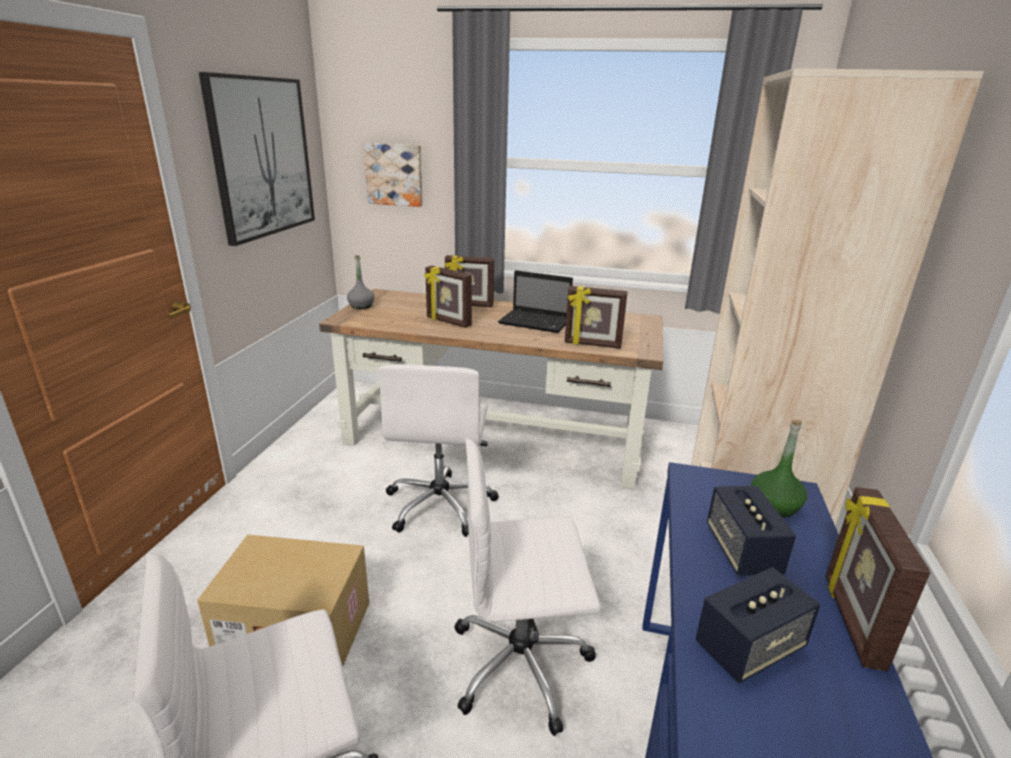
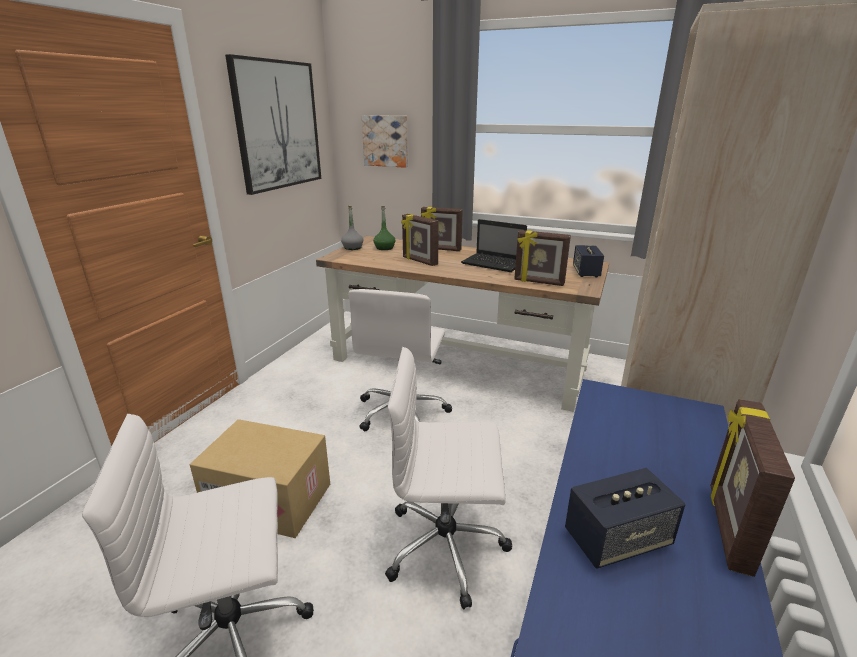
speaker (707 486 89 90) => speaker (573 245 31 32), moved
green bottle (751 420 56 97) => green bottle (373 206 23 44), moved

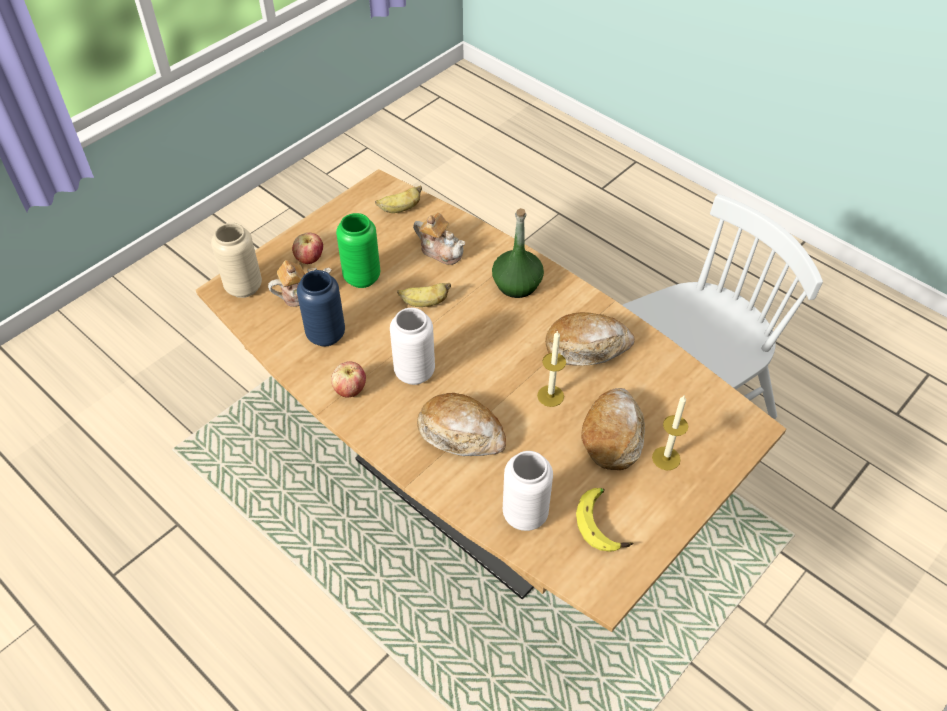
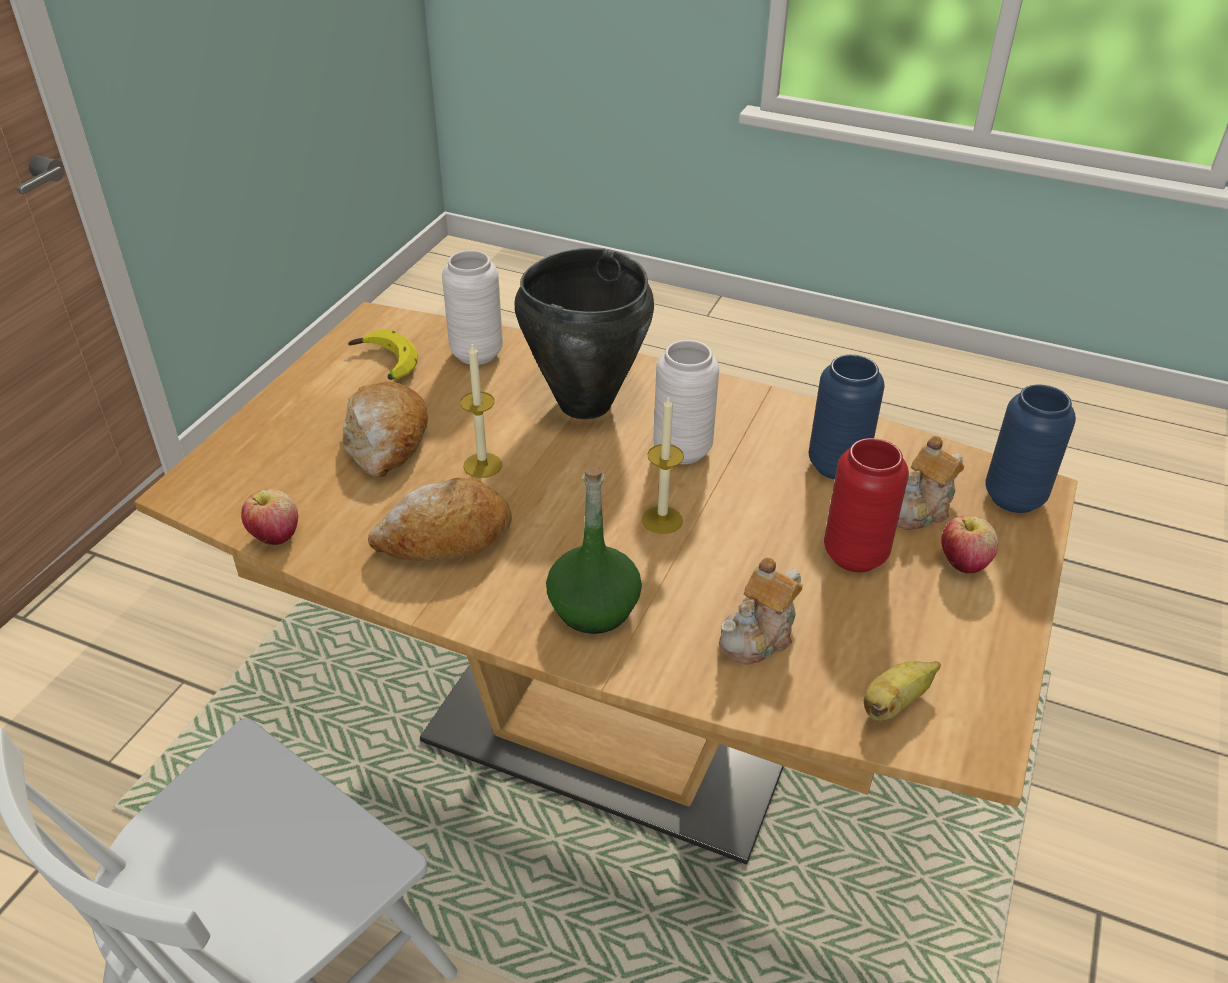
beige vase (211 223 51 75) => blue vase (985 384 91 129)
apple (331 361 35 37) => apple (241 489 57 56), moved
green vase (336 213 44 75) => red vase (824 438 85 134)
banana (397 282 54 25) => nothing
teapot (413 212 52 53) => teapot (719 557 84 108), 60 degrees counterclockwise
bread (417 393 89 63) => black cooking pot (514 248 140 171)
candle (652 396 36 74) => candle (642 396 42 138), moved

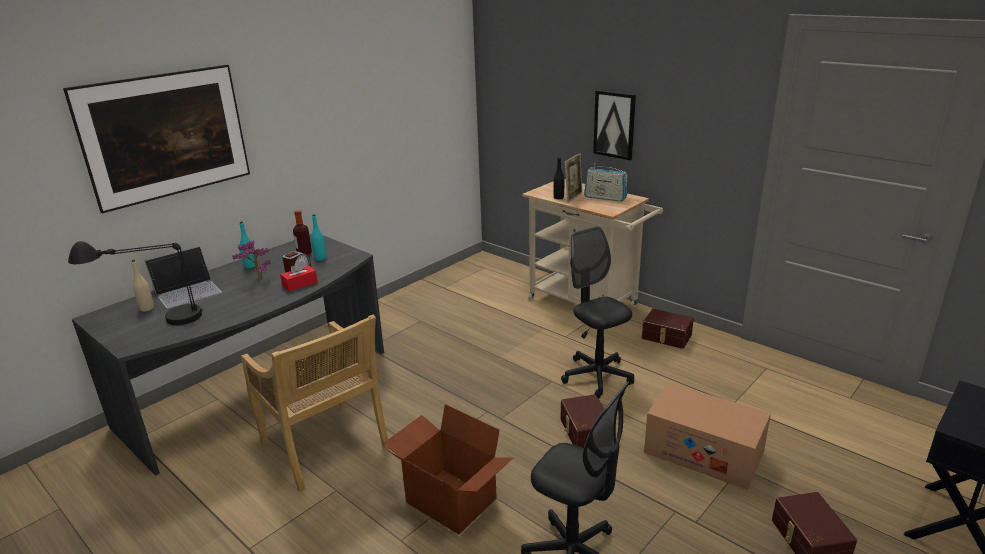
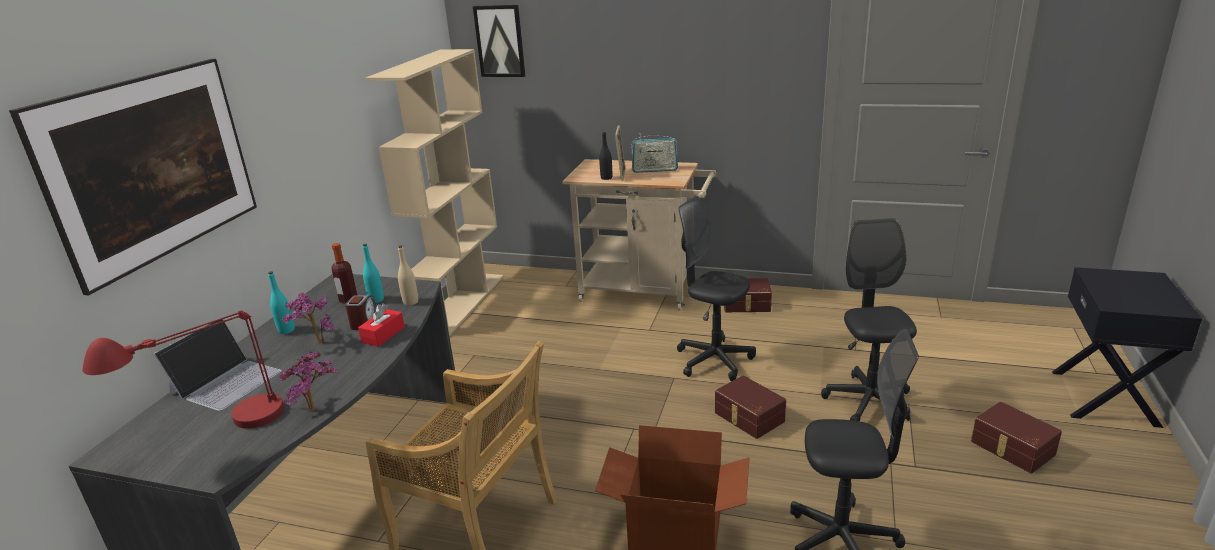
black table lamp (68 241 134 84) => red table lamp (83 311 201 118)
beige bottle (131 260 23 52) => beige bottle (398 245 20 61), moved
picture (593 90 43 70) => picture (473 5 52 72), moved
cardboard box (644 383 127 107) => black office chair (821 218 96 203)
nothing => potted plant (279 351 58 60)
nothing => beige bookcase (365 49 139 287)

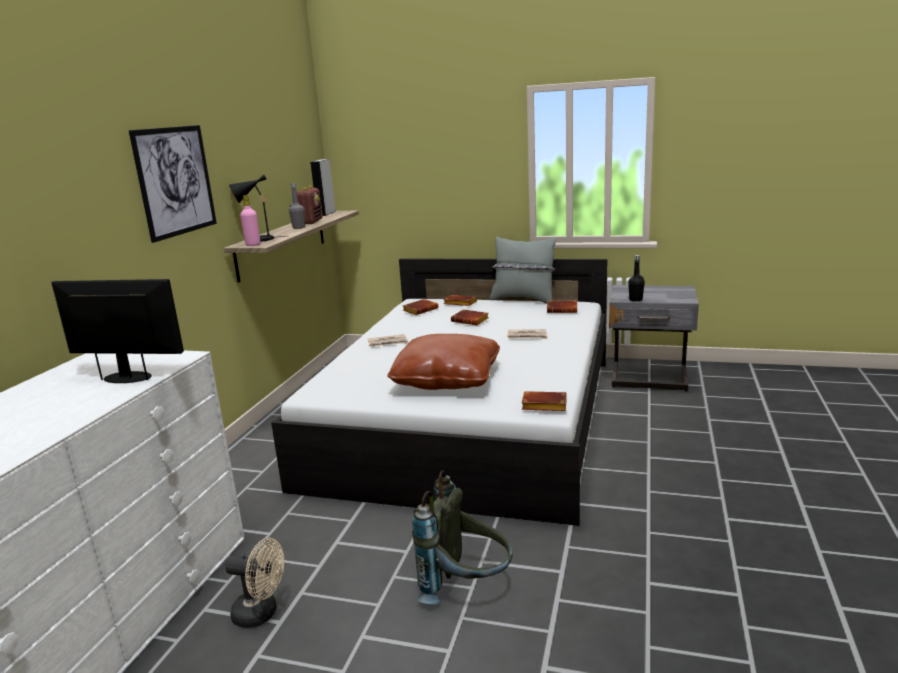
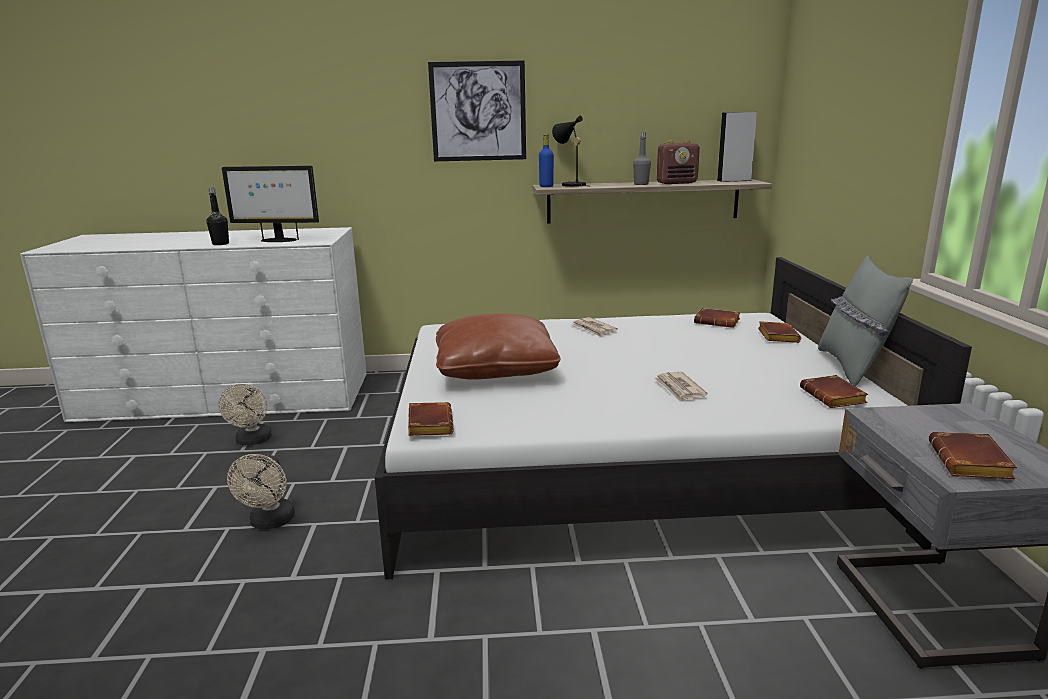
monitor (51 279 133 104) => monitor (222 166 97 76), 105 degrees clockwise
pink bottle (240 195 20 51) => blue bottle (539 134 15 53)
grey backpack (412 470 101 134) => beige fan (227 454 68 75)
brown book (451 309 38 16) => brown book (929 432 88 47), moved
black bottle (628 255 17 47) => black bottle (207 187 22 58), moved

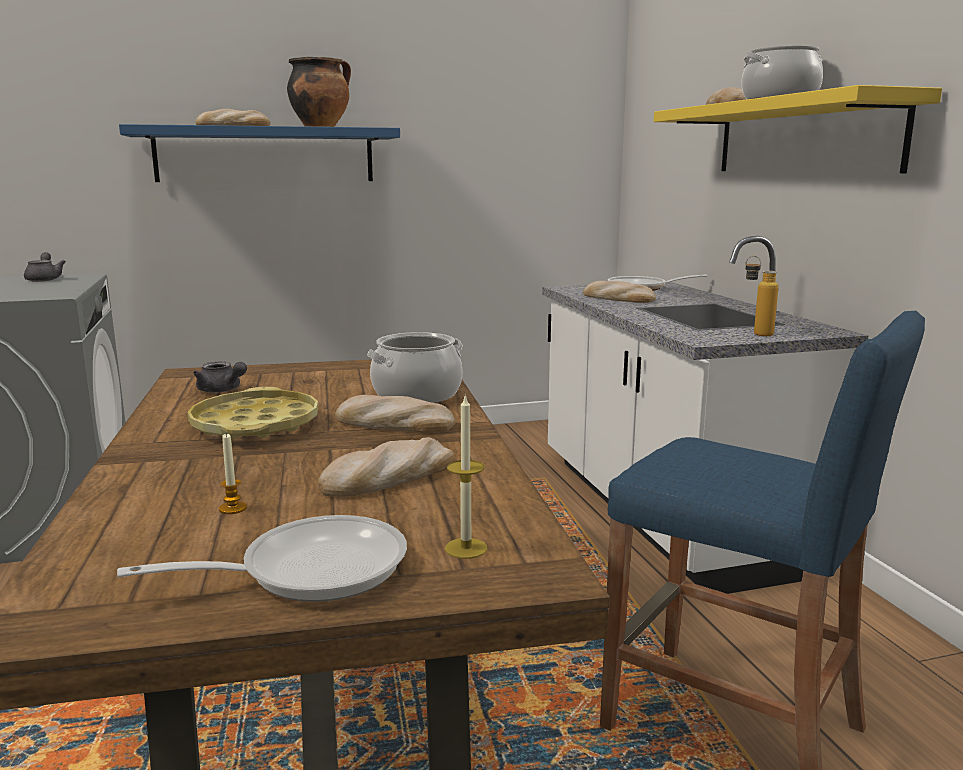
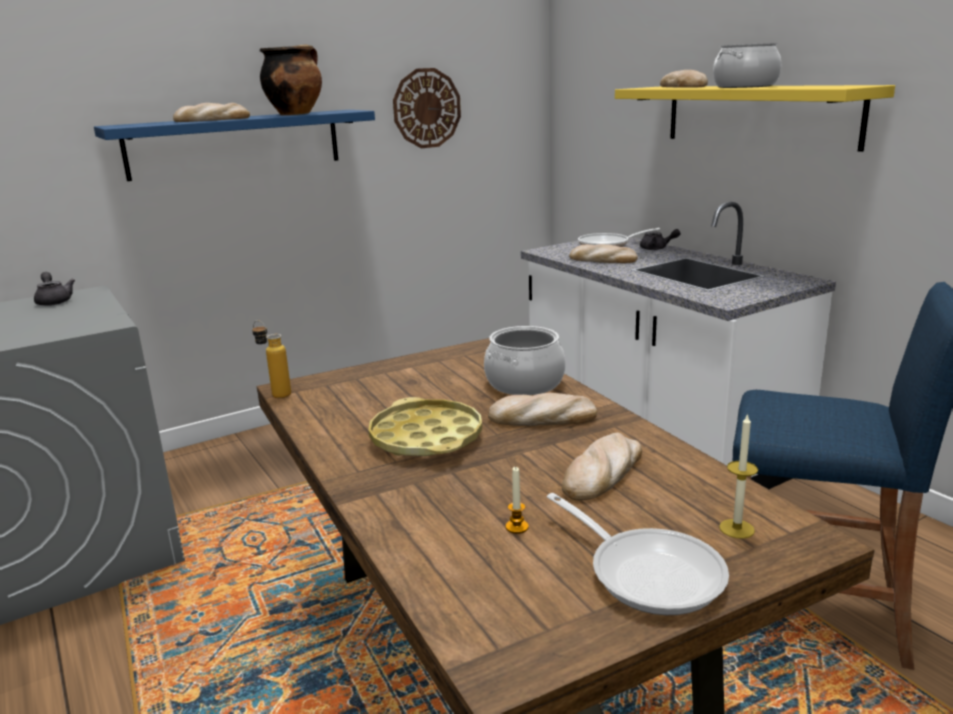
frying pan (117 515 290 87) => frying pan (547 493 182 122), 90 degrees clockwise
grey teapot (193 362 54 31) => grey teapot (640 229 40 21), moved
bottle (745 256 34 80) => bottle (252 320 39 78), moved
nothing => wall clock (393 68 68 80)

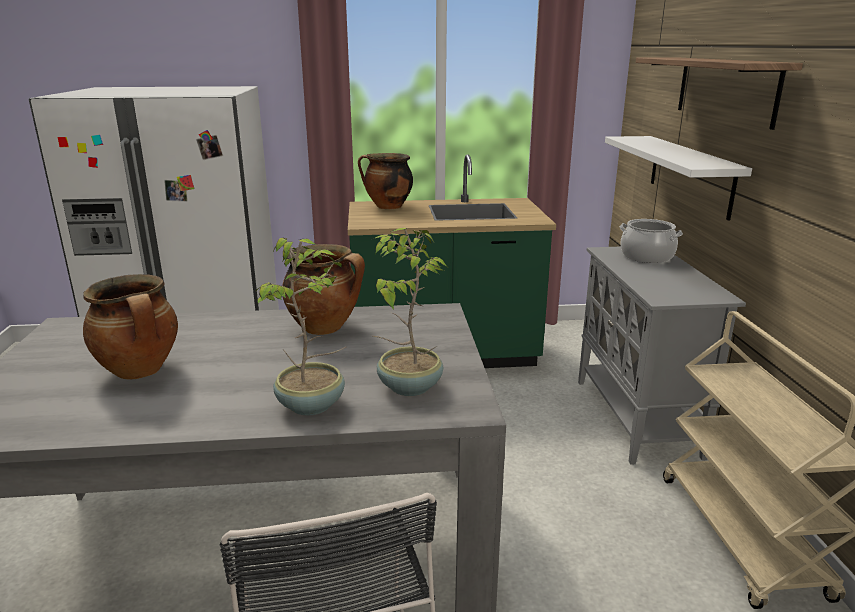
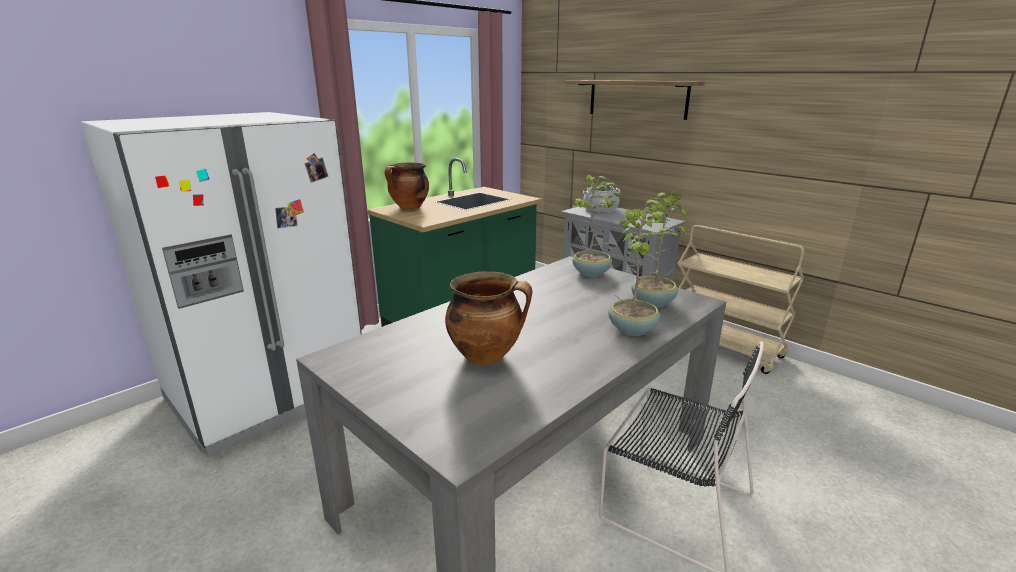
cooking pot (282 244 83 91) => nothing
white shelf (605 136 147 85) => nothing
nothing => potted plant (572 175 47 102)

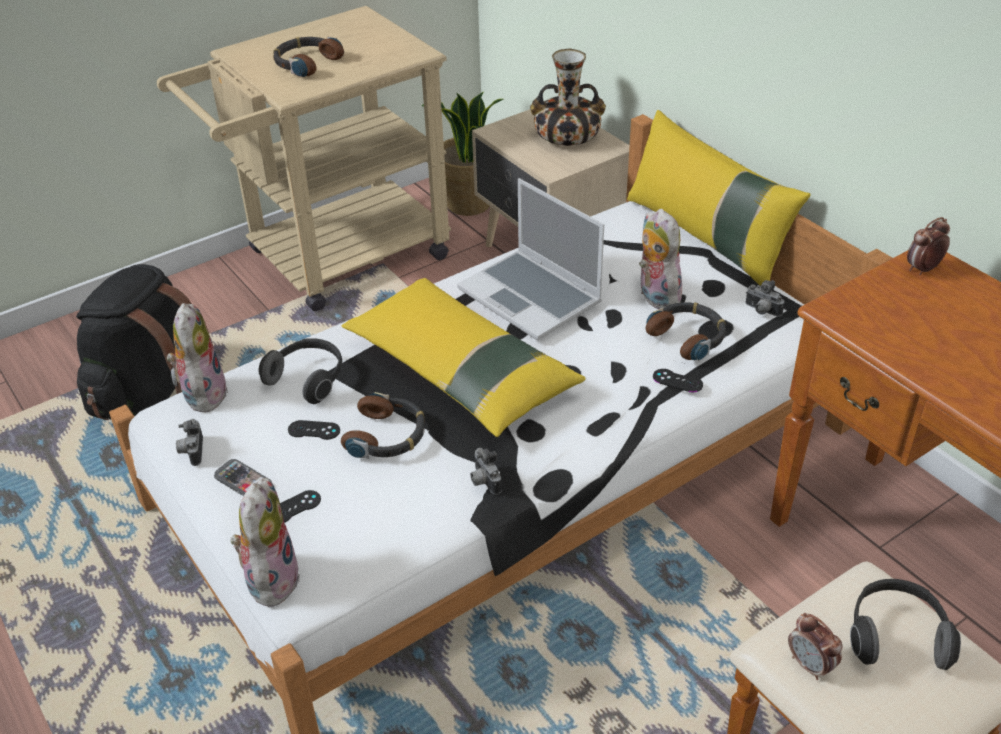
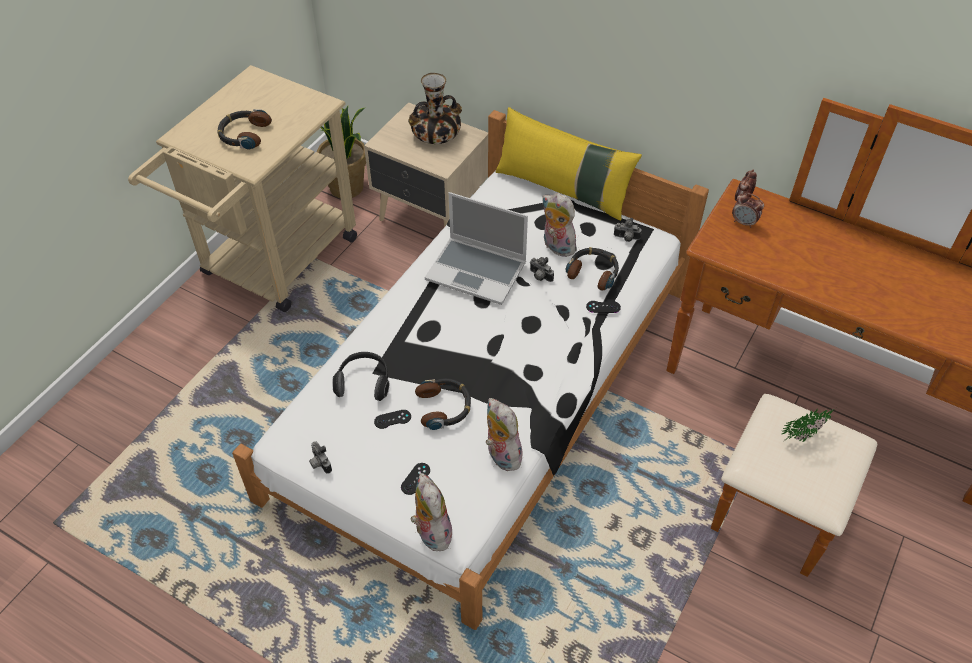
black backpack (76 264 136 156) => nothing
plush toy (167 303 61 109) => plush toy (486 398 36 73), moved
phone (214 459 58 37) => nothing
yellow pillow (342 278 244 159) => nothing
photo camera (470 448 32 47) => photo camera (530 257 24 25), moved
alarm clock (788 613 54 67) => alarm clock (732 193 32 35), moved
headphones (850 579 111 91) => potted plant (782 408 54 34)

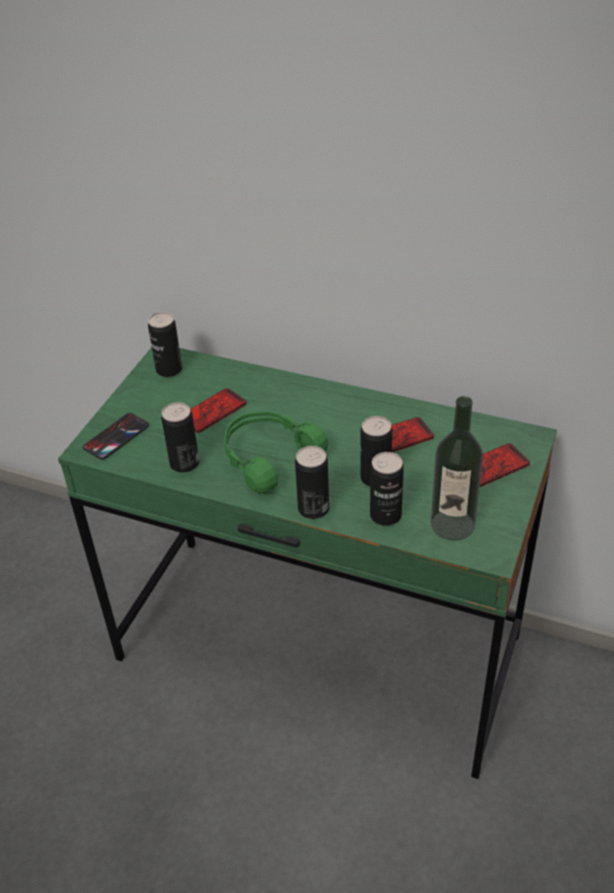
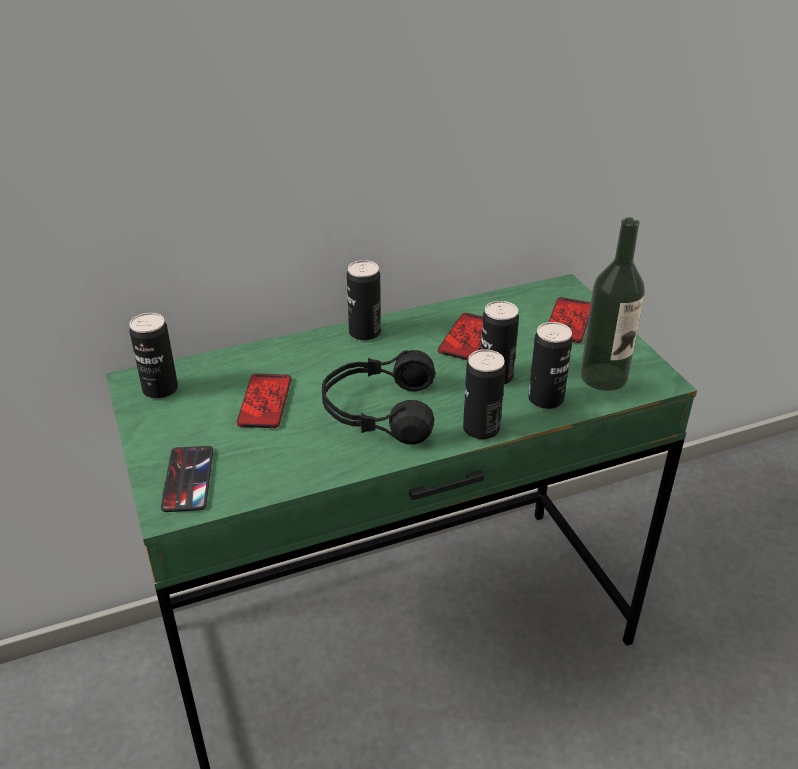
can (161 402 38 71) => can (347 260 34 81), moved
green headphones (224 412 104 82) => black headphones (322 350 113 94)

